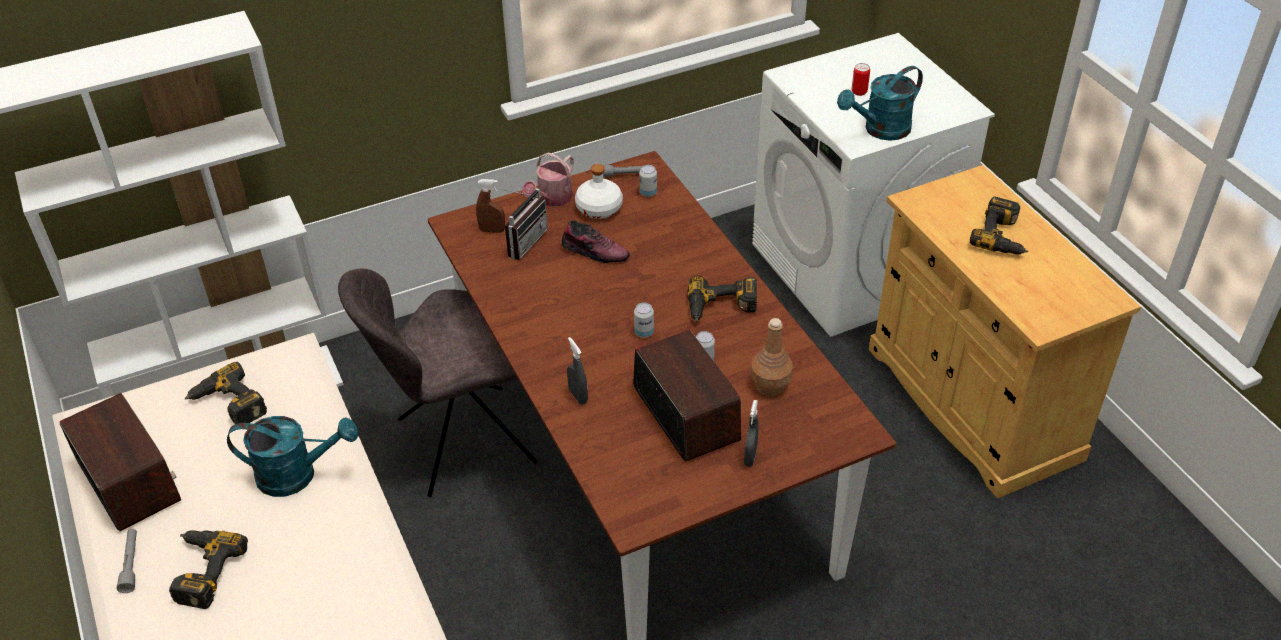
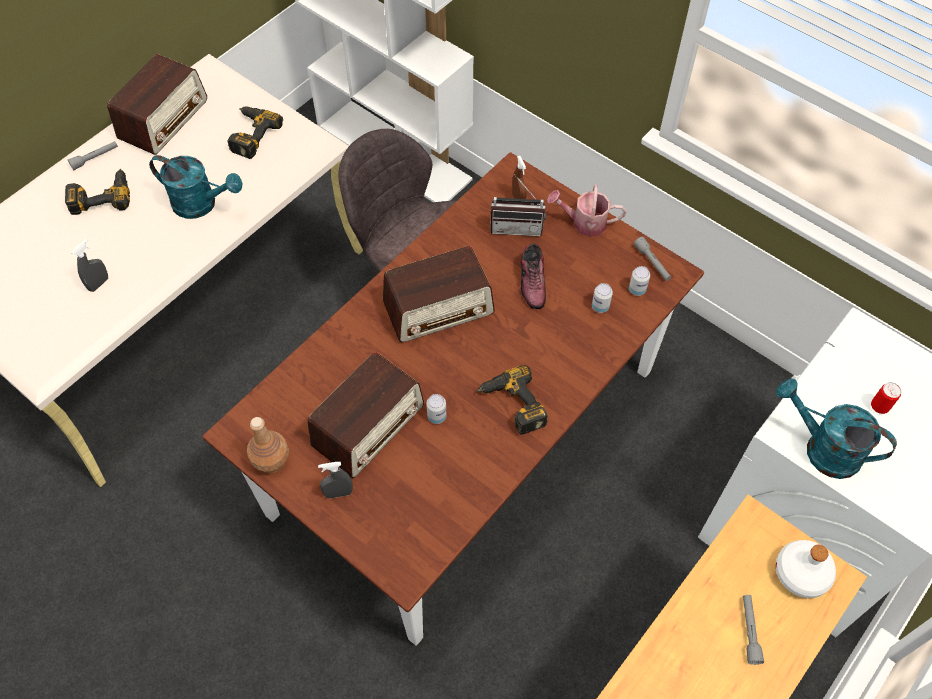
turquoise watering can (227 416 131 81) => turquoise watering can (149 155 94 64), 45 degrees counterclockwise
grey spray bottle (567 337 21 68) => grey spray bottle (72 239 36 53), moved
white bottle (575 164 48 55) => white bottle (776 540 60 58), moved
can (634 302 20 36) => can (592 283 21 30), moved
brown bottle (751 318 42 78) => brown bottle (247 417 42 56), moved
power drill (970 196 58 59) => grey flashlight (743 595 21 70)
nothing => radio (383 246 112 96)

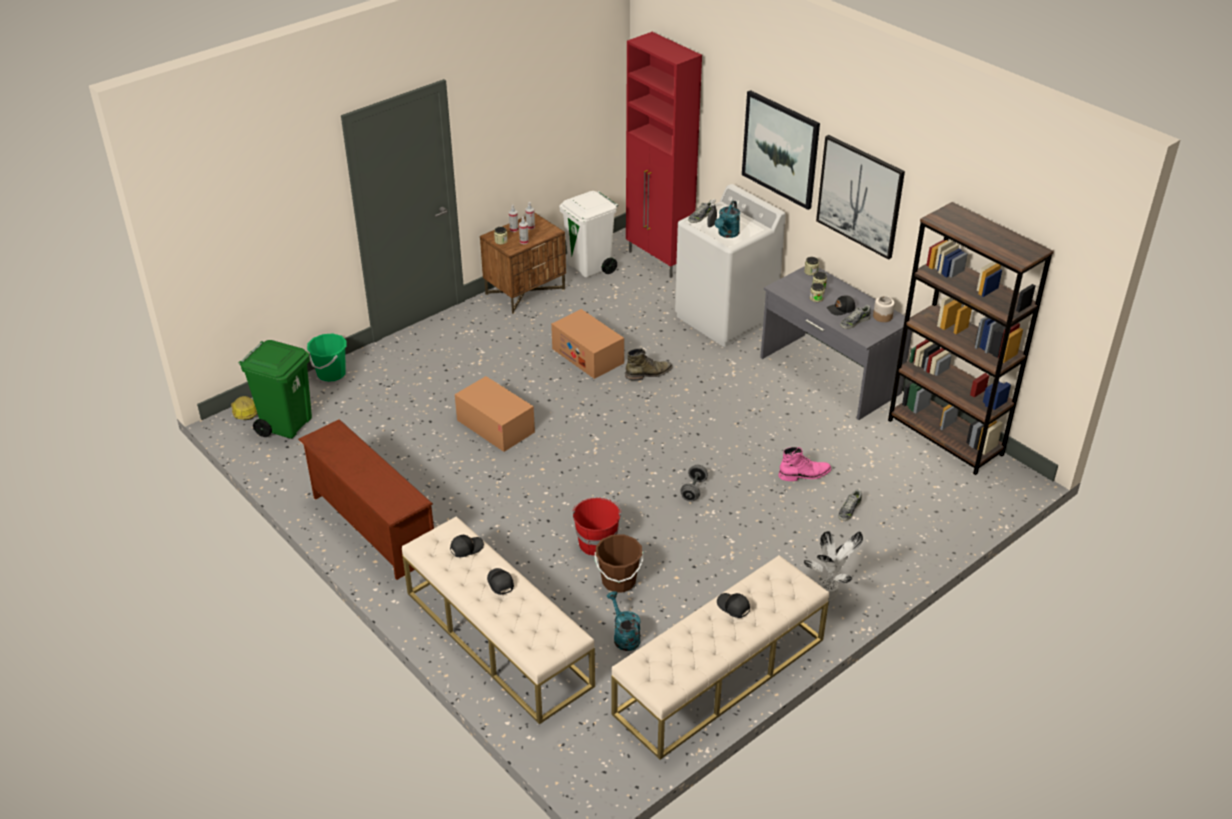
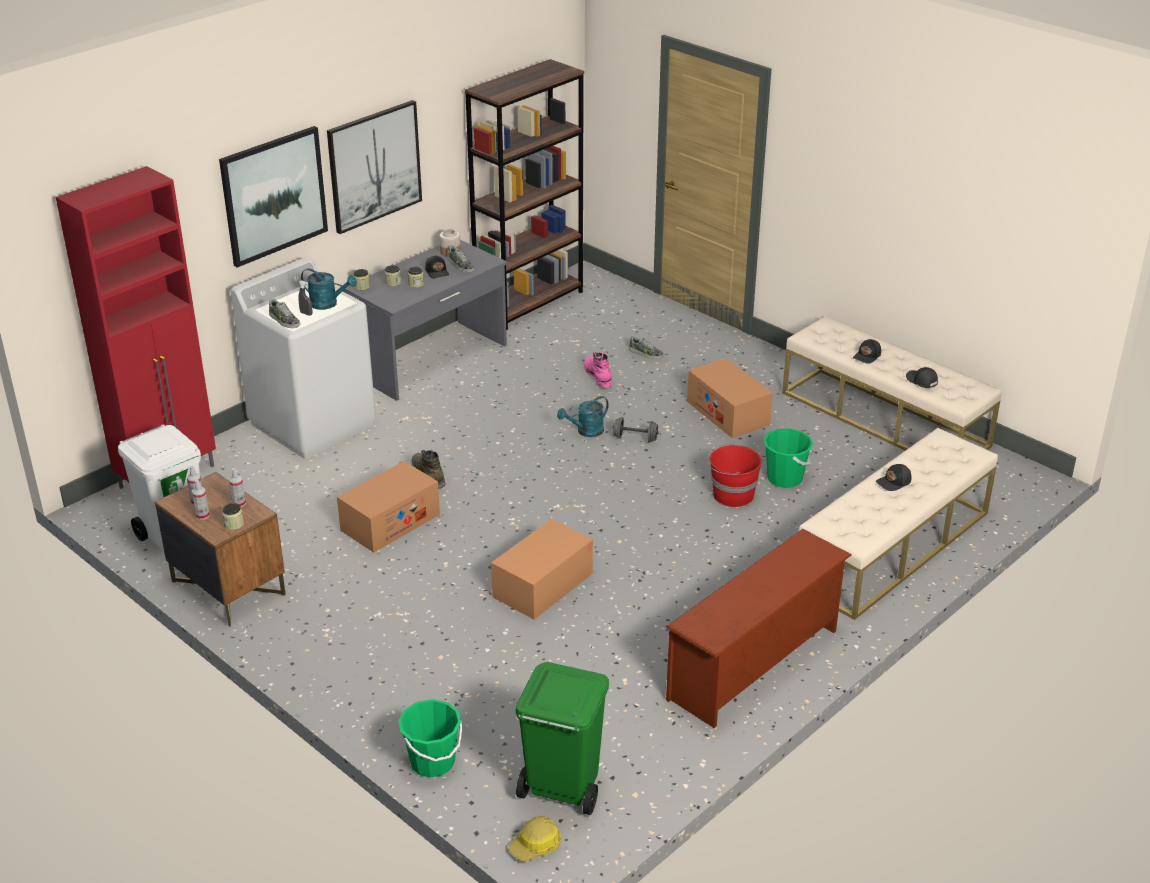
black cap (450 535 34 22) => black cap (906 367 32 21), moved
brown bucket (595 534 48 58) => green bucket (763 428 50 60)
turquoise watering can (607 591 34 60) => turquoise watering can (557 396 52 41), moved
potted plant (804 531 59 71) => nothing
nothing => cardboard box (687 358 86 80)

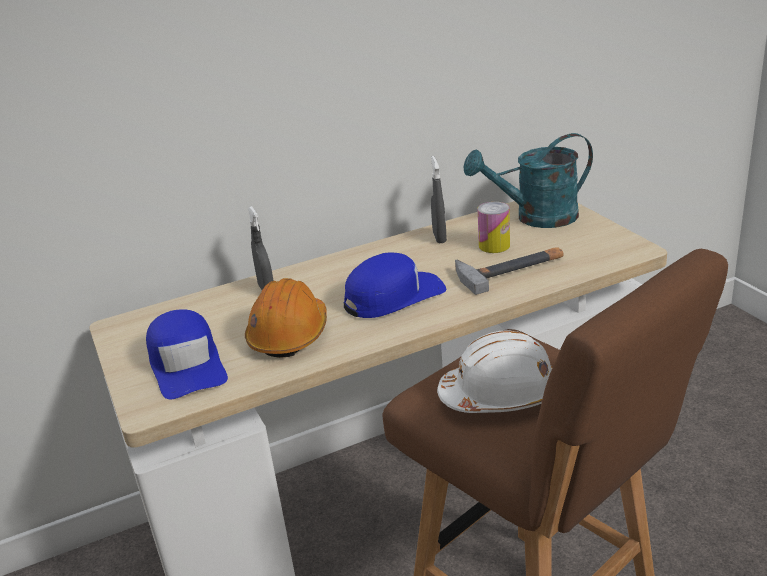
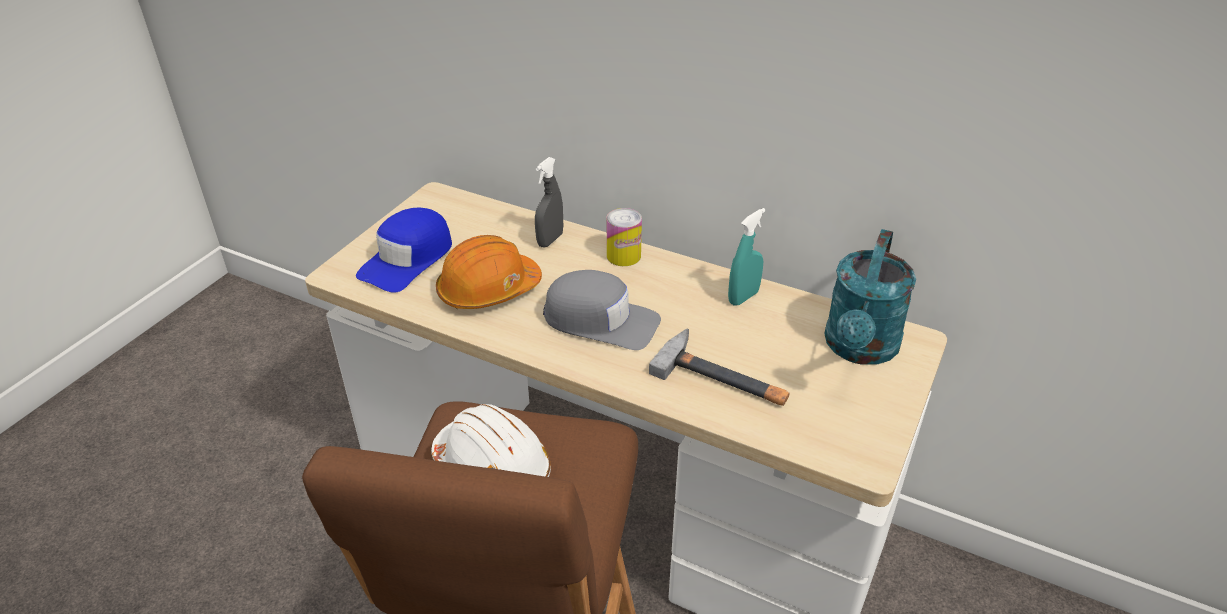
blue cap (344 252 102 66) => grey cap (543 270 118 80)
grey spray bottle (431 156 16 87) => turquoise spray bottle (728 208 38 98)
turquoise watering can (464 133 129 95) => turquoise watering can (824 229 92 136), 105 degrees counterclockwise
can (478 202 32 51) => can (607 208 35 58), moved

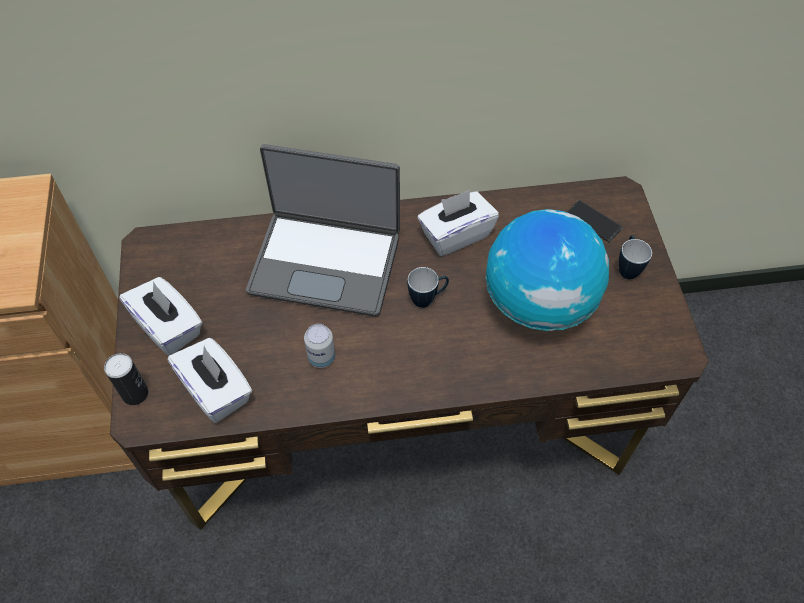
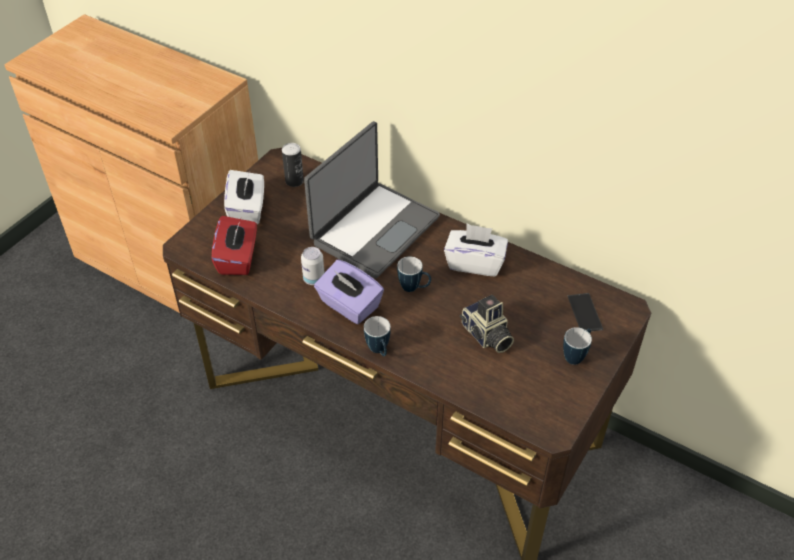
can (104 353 45 52) => can (282 143 22 44), moved
white tissue box (168 338 84 85) => red tissue box (212 216 45 59)
laptop (246 144 154 172) => laptop (304 121 136 157), 105 degrees counterclockwise
globe (486 209 123 122) => photo camera (460 295 54 58)
nothing => purple tissue box (314 260 70 64)
nothing => mug (364 316 27 40)

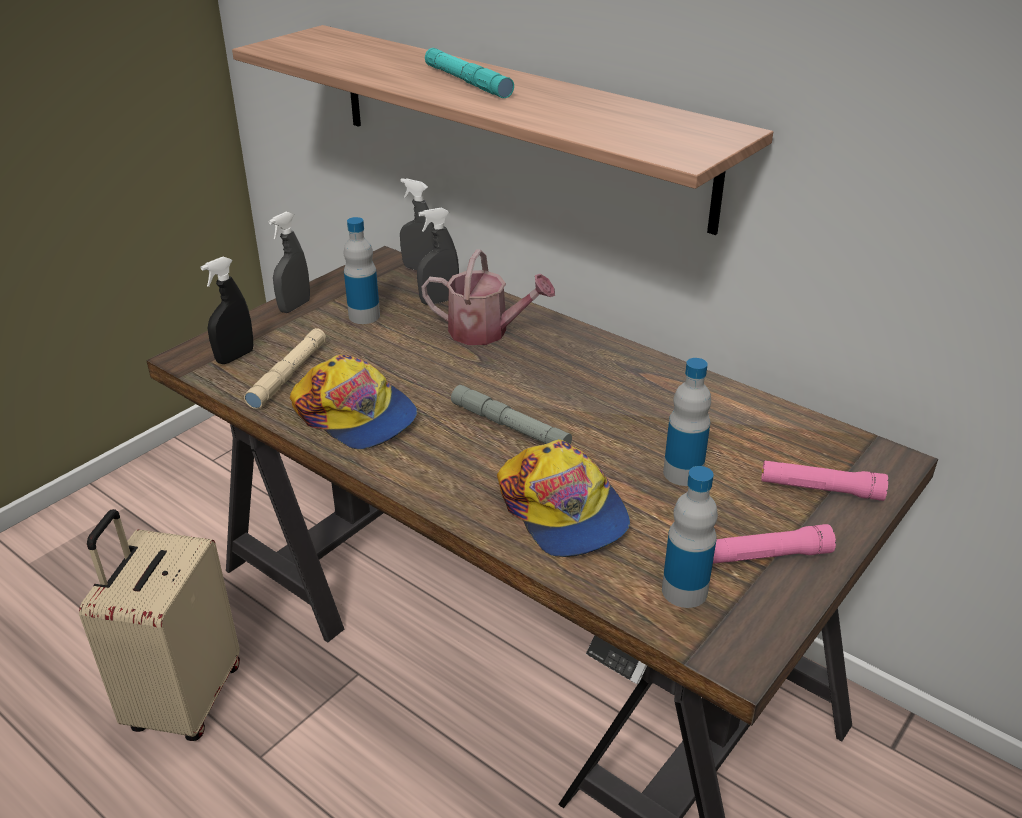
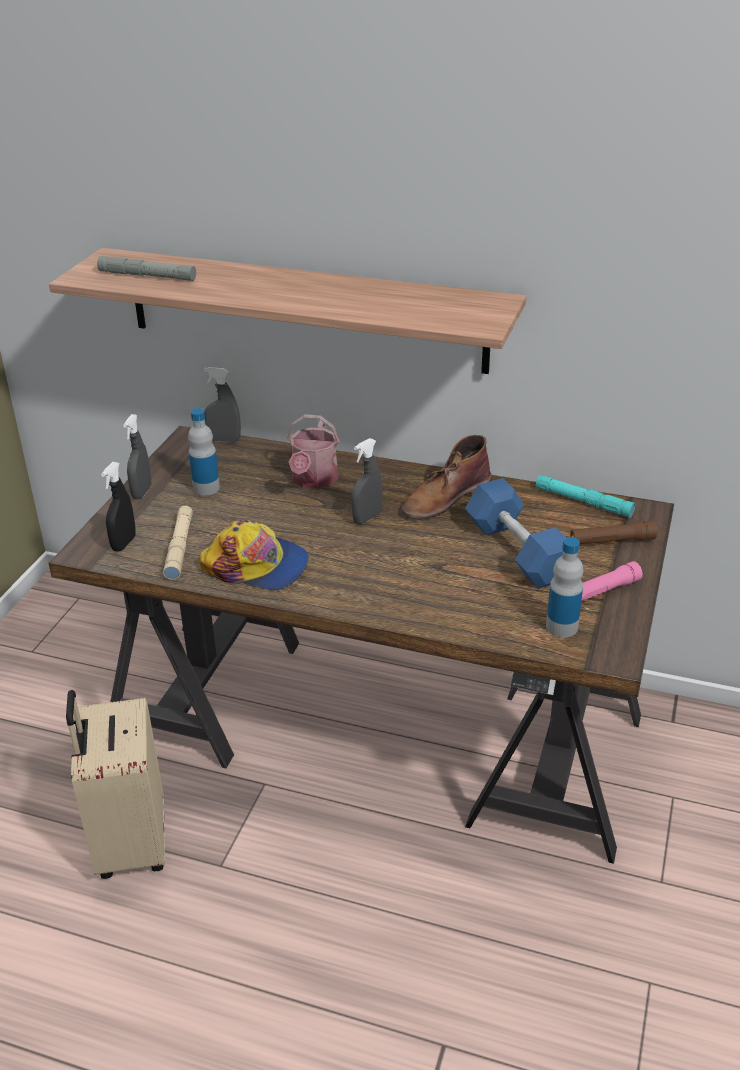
grey spray bottle (417 207 42 98) => grey spray bottle (351 438 32 86), moved
watering can (421 249 134 96) => watering can (287 414 53 75), 105 degrees clockwise
turquoise flashlight (425 48 89 50) => turquoise flashlight (536 475 99 43), moved
grey flashlight (451 385 121 59) => grey flashlight (97 256 99 25), moved
cap (497 439 133 118) => nothing
bottle (663 358 48 128) => blue dumbbell (465 478 113 111)
pink flashlight (761 461 127 40) => brown flashlight (570 521 87 23)
nothing => brown boot (401 435 91 85)

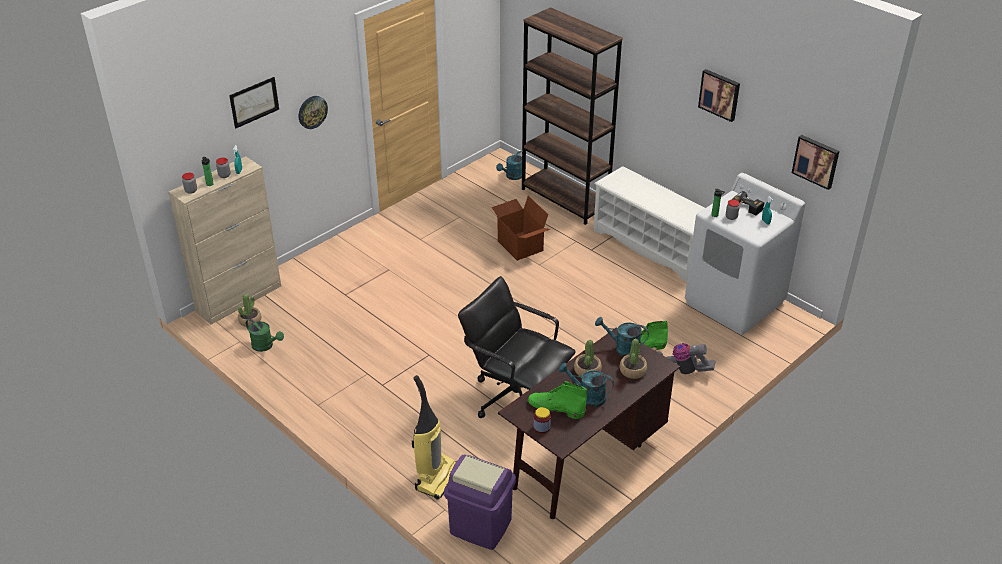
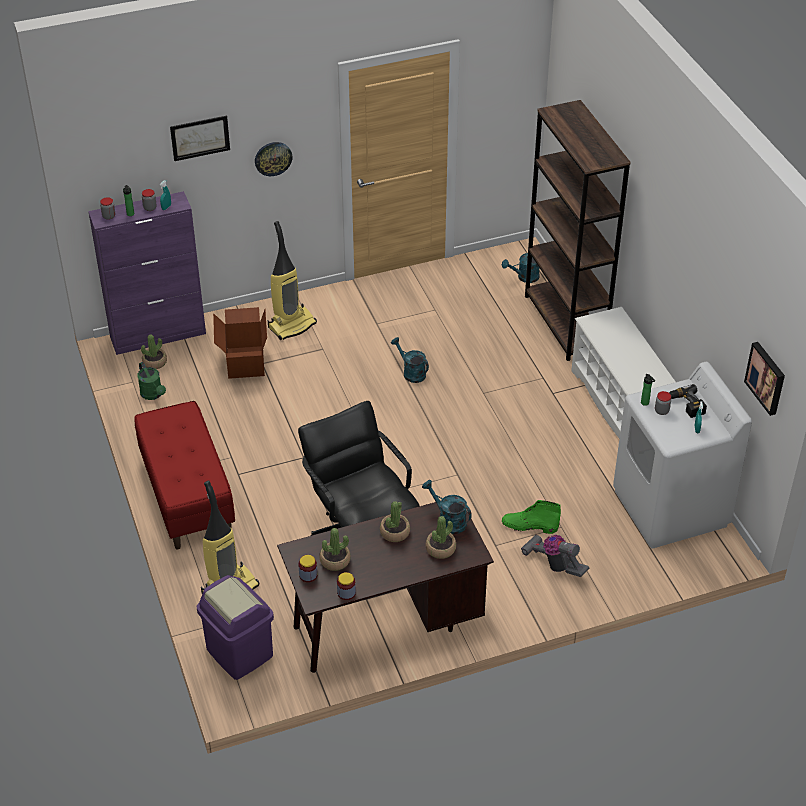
beige cabinet (169 156 112 169) => purple cabinet (88 191 118 164)
cardboard box (490 196 60 65) => cardboard box (213 307 54 72), moved
green boot (528 381 59 38) => potted plant (319 528 32 43)
turquoise watering can (559 363 55 44) => turquoise watering can (391 337 38 46), moved
picture (698 69 42 53) => nothing
nothing => red bench (135 401 100 148)
nothing => vacuum cleaner (268 221 49 119)
nothing => jar (337 572 19 28)

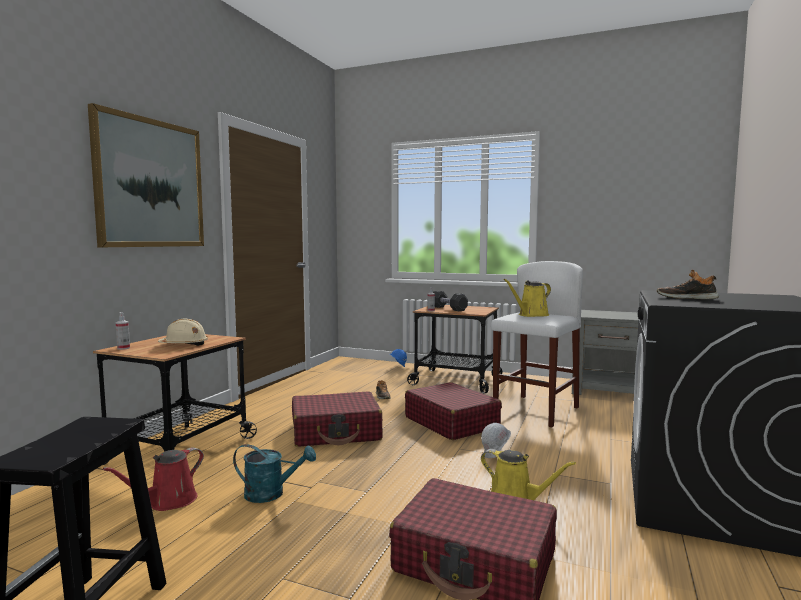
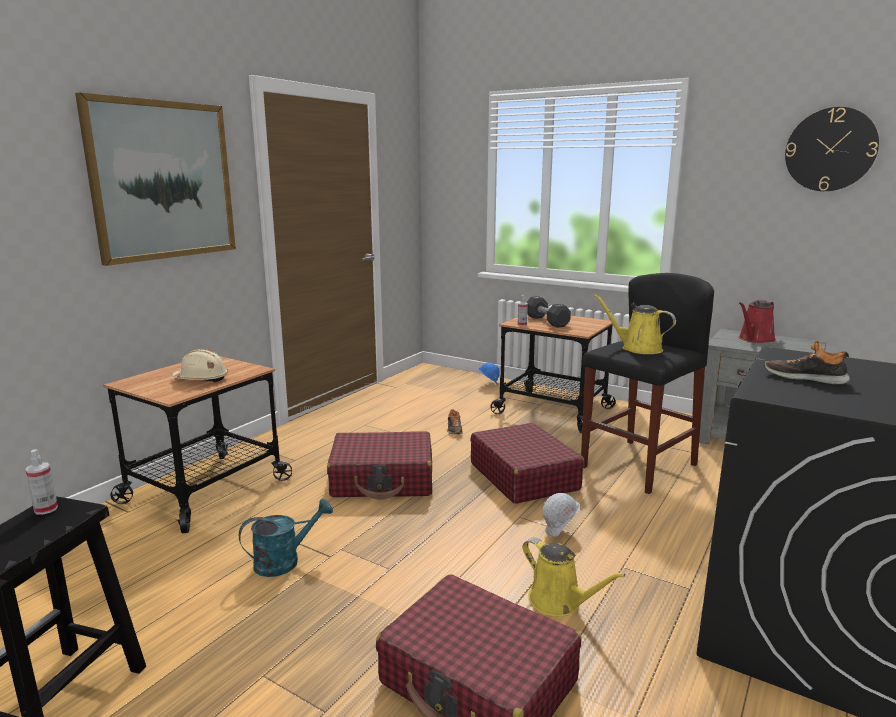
red watering can (103 448 101 63) => red watering can (739 300 37 43), moved
spray bottle (116 312 14 38) => spray bottle (25 449 33 66), moved
turquoise watering can (233 444 83 59) => turquoise watering can (239 498 94 79), 45 degrees counterclockwise
white stool (491 261 92 167) => black stool (581 273 133 221)
yellow watering can (504 279 47 38) => yellow watering can (594 294 82 60), 60 degrees clockwise
nothing => wall clock (785 107 94 84)

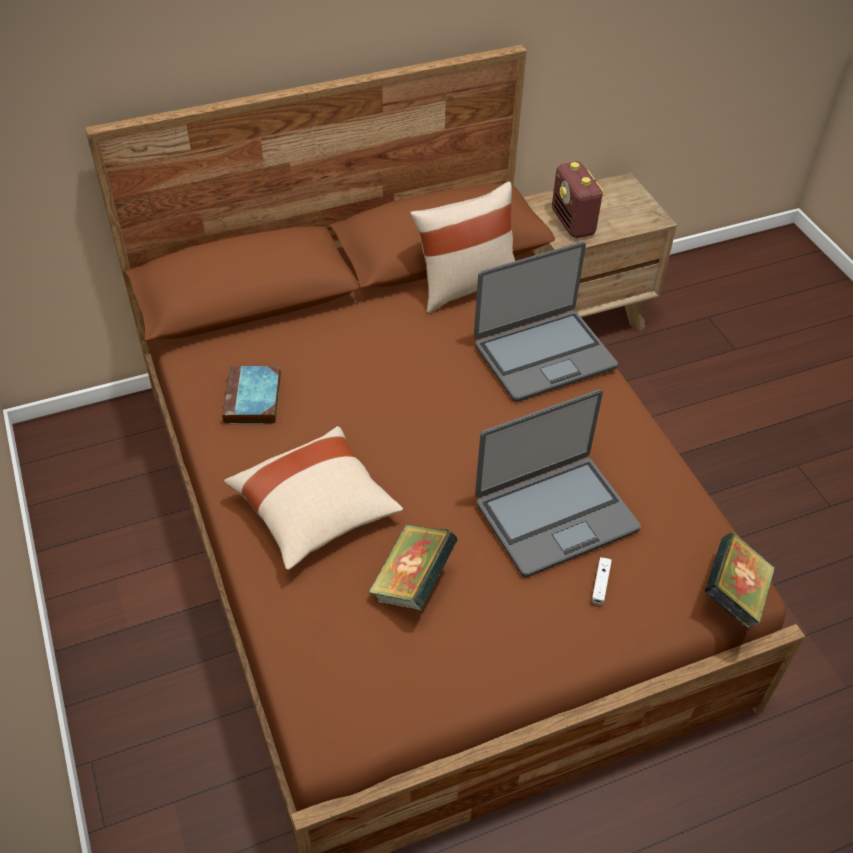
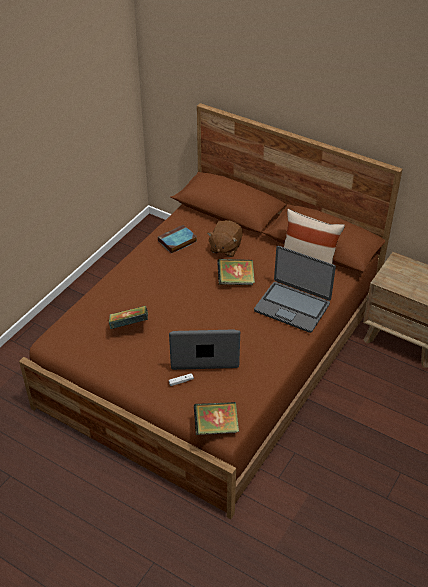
beige pillow (224 426 179 144) => nothing
laptop (475 389 166 189) => laptop (169 329 71 41), 150 degrees clockwise
radio (552 161 53 77) => nothing
nothing => brown plush toy (207 220 36 37)
nothing => book (217 259 38 26)

